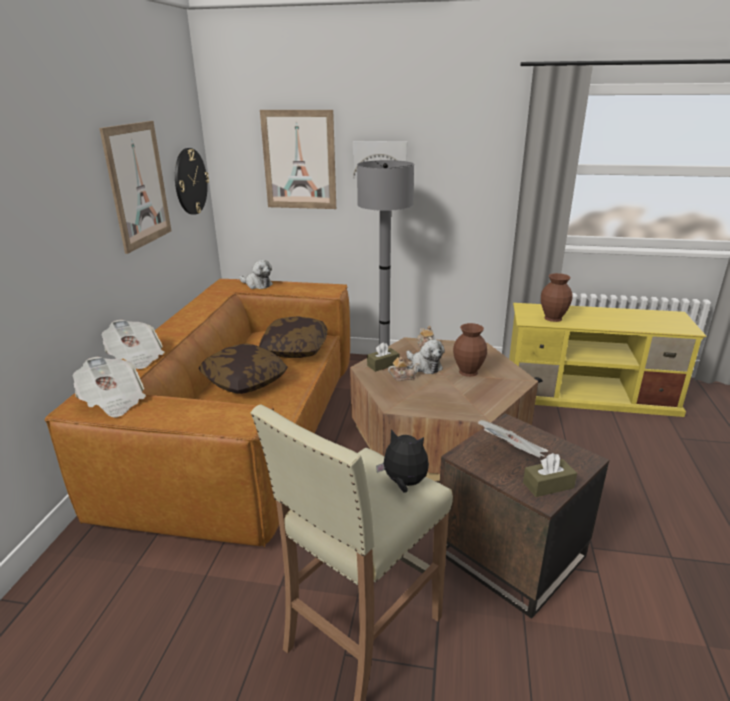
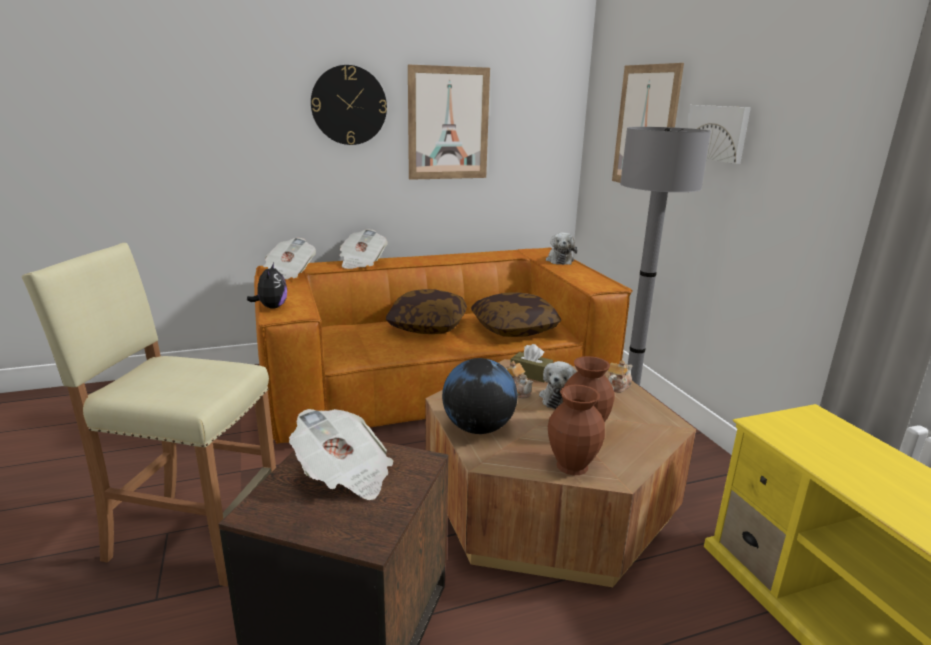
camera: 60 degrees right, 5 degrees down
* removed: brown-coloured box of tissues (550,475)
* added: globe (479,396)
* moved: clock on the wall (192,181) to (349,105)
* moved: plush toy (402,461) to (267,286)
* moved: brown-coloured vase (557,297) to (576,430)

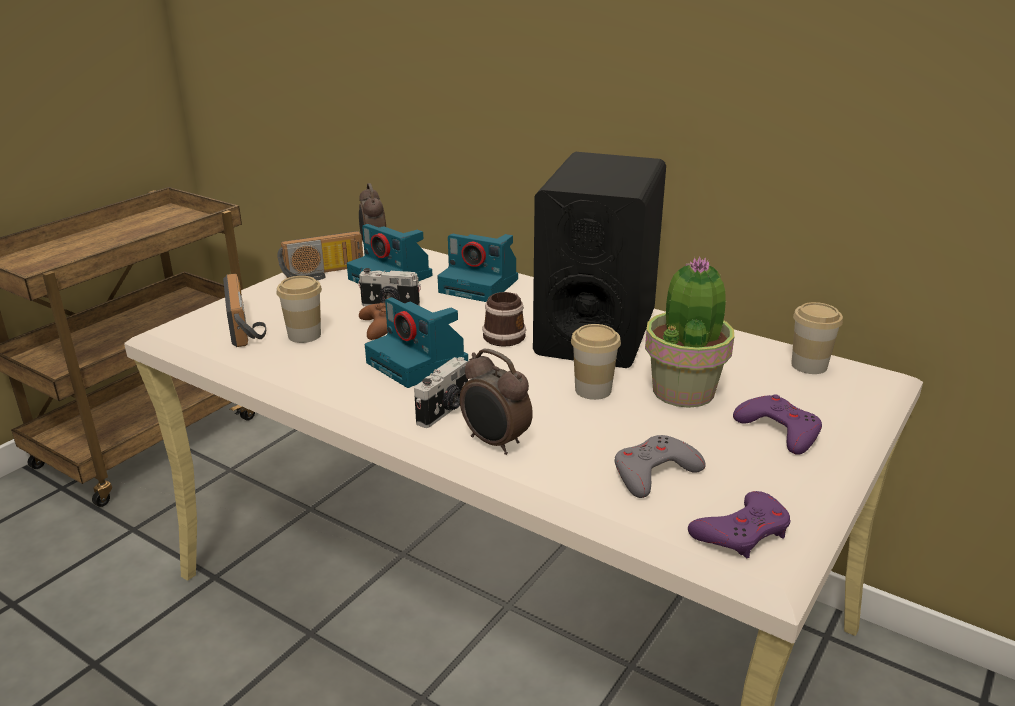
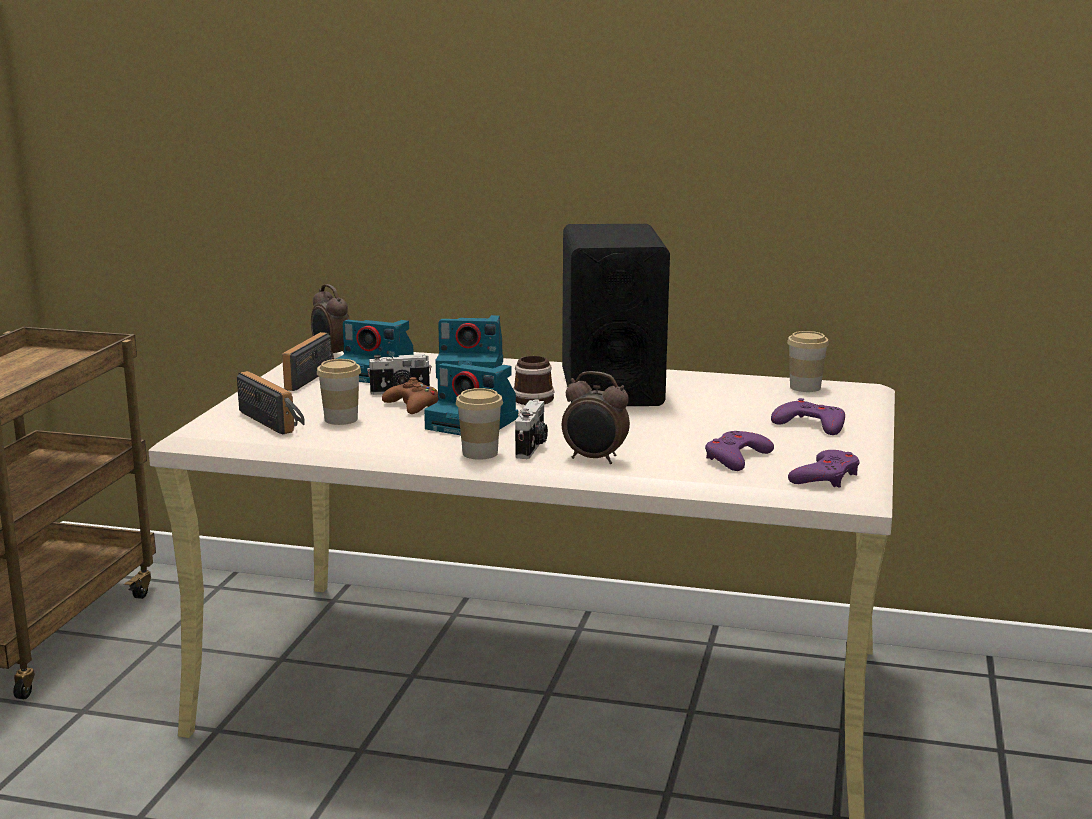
camera: 20 degrees left, 10 degrees down
* removed: potted plant (689,332)
* moved: small cup (596,362) to (479,424)
* recoloured: gray game controller (660,466) to purplish game controller (739,451)
* turned: radio receiver (320,255) = (307,361) 150 degrees clockwise

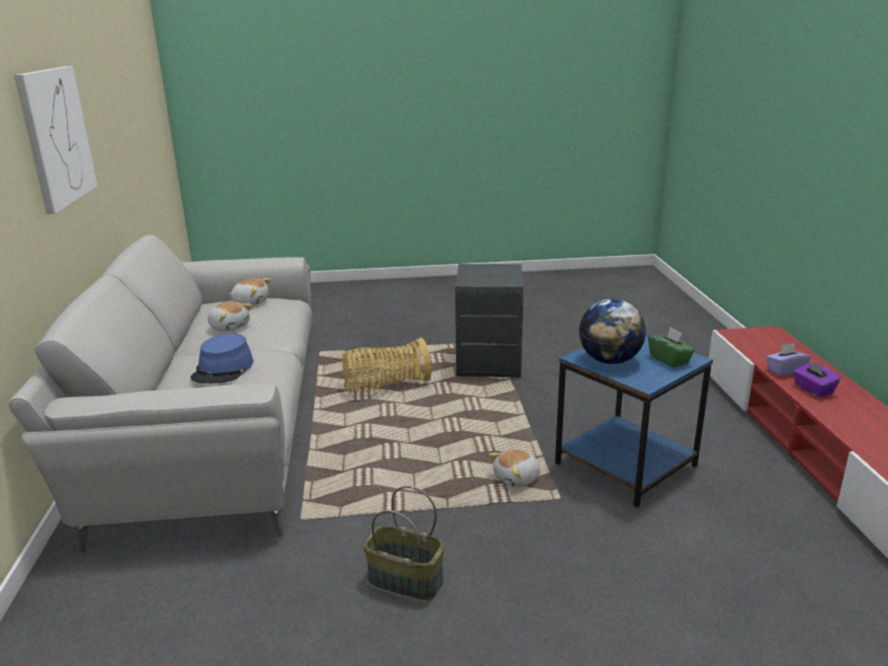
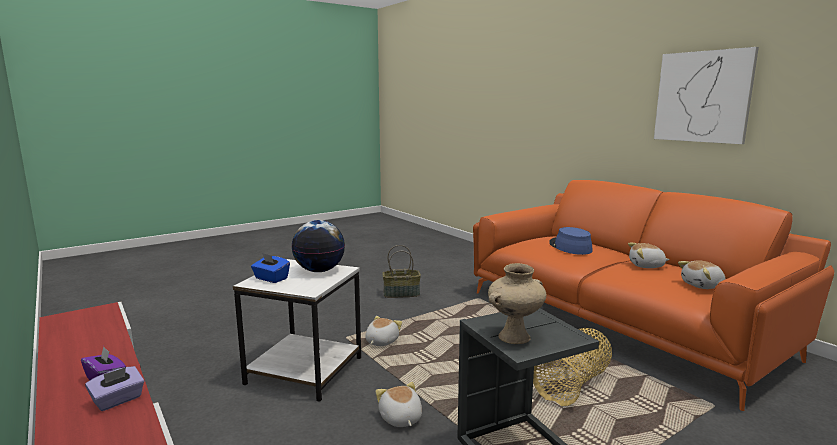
camera: 150 degrees right, 10 degrees down
* added: plush toy (398,404)
* added: beige-coloured vase (517,303)
* recoloured: gray couch (160,394) to orangey couch (653,295)
* recoloured: bluish accent table (634,421) to white-coloured accent table (297,330)
* recoloured: greenish box of tissues (671,347) to bluish box of tissues (270,268)

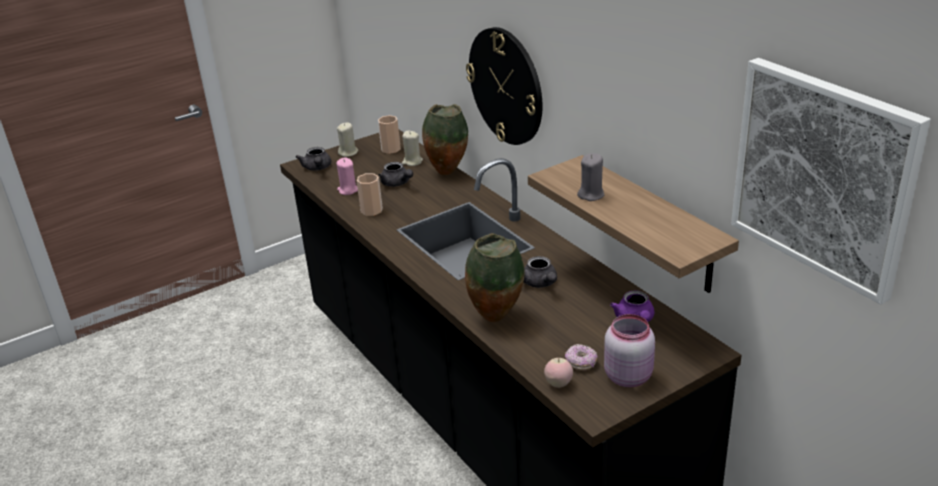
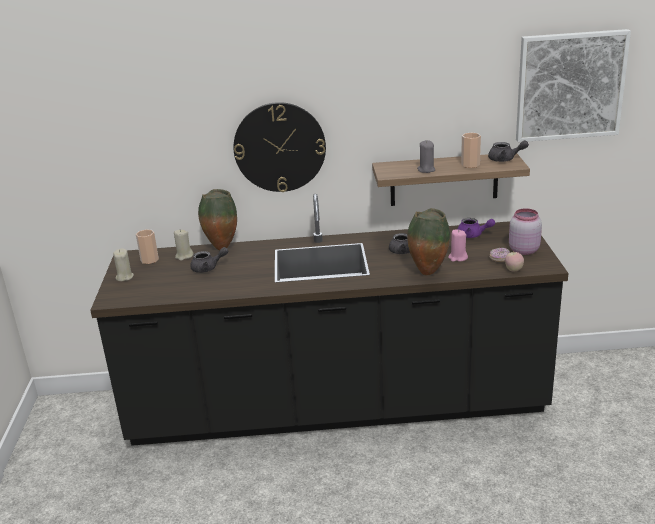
camera: 60 degrees left, 5 degrees down
* moved: gray pot for tea (313,159) to (508,151)
* moved: pink candle (347,176) to (458,245)
* moved: small cup (369,194) to (471,150)

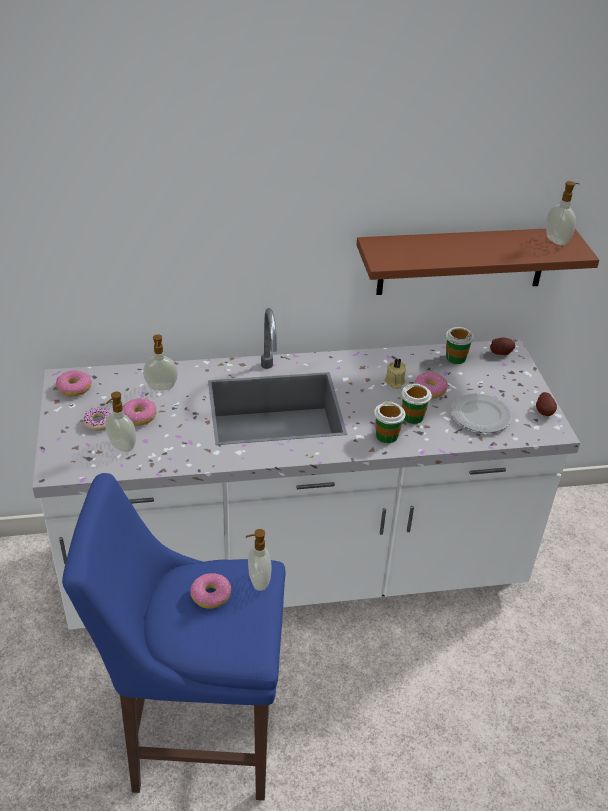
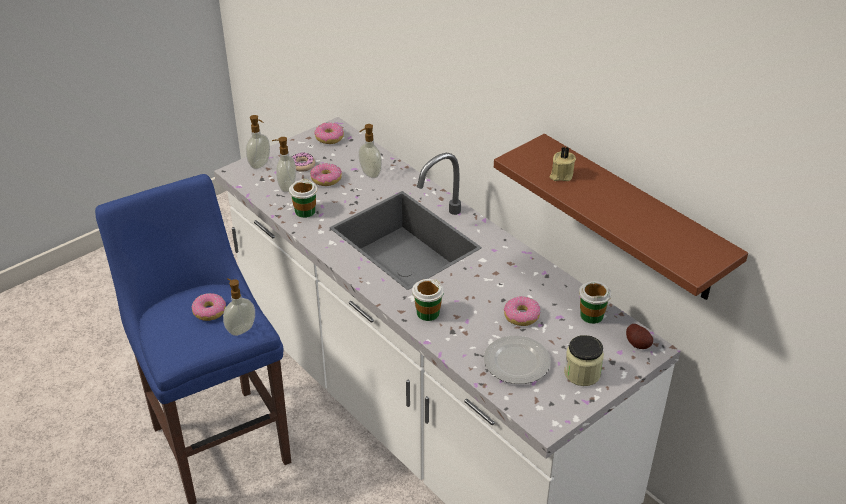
camera: 60 degrees right, 0 degrees up
* removed: whole potato (546,404)
* added: storage jar (584,360)
* moved: beige-coloured candle (395,373) to (563,164)
* moved: small cup (416,403) to (303,198)
* moved: liquid soap bottle (562,213) to (258,142)

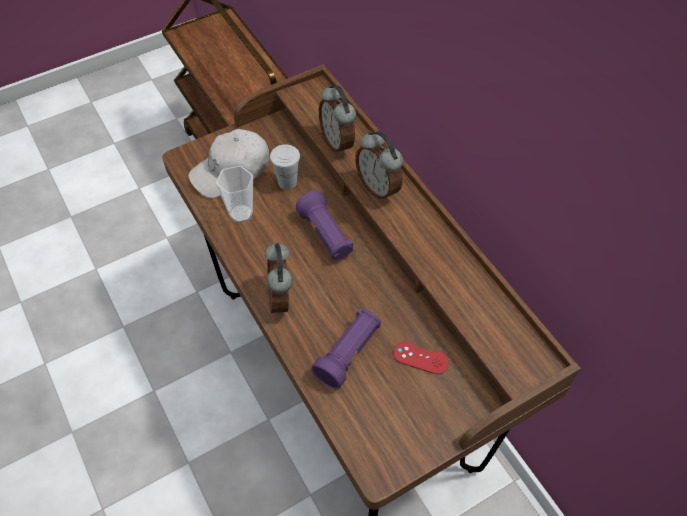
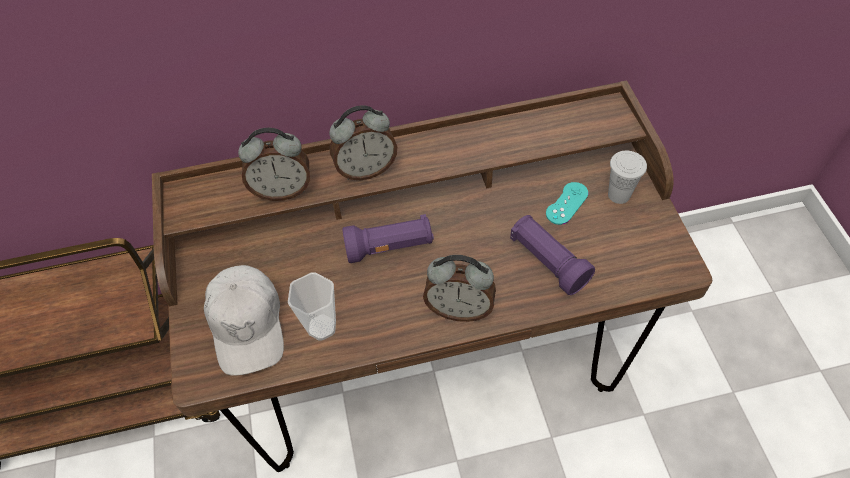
camera: 70 degrees left, 0 degrees up
* moved: white-coloured small cup (285,167) to (627,177)
* recoloured: red-coloured game controller (421,357) to turquoise-coloured game controller (567,203)

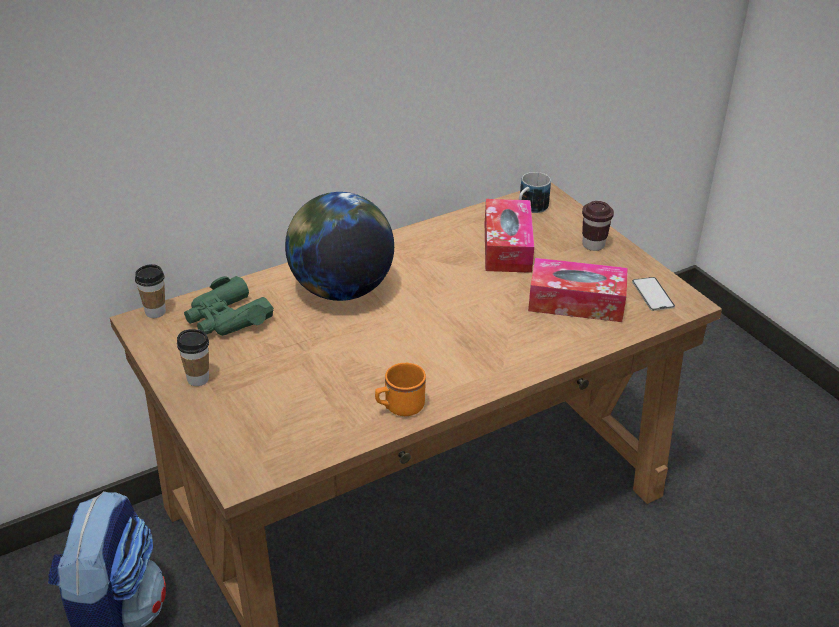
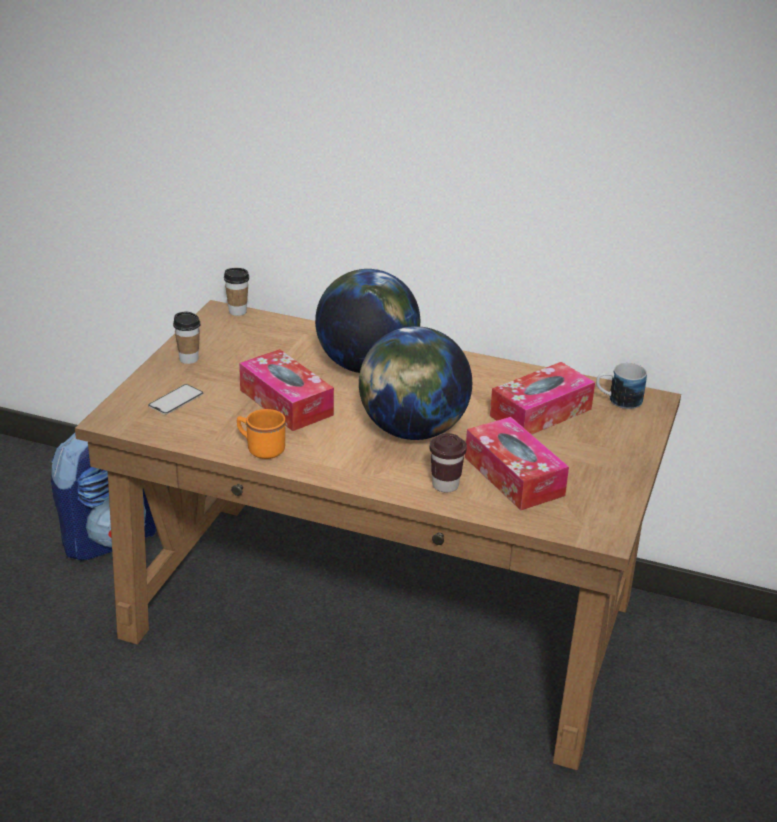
camera: 50 degrees right, 5 degrees down
* removed: greenish field glasses (229,306)
* added: box of tissues (286,390)
* added: globe (415,383)
* moved: brown-coloured small cup (598,226) to (448,462)
* moved: phone (653,294) to (175,399)

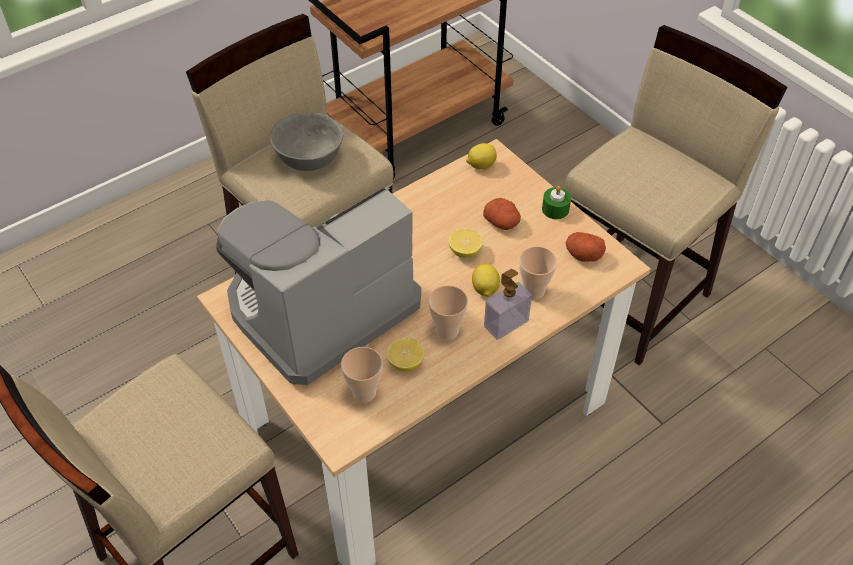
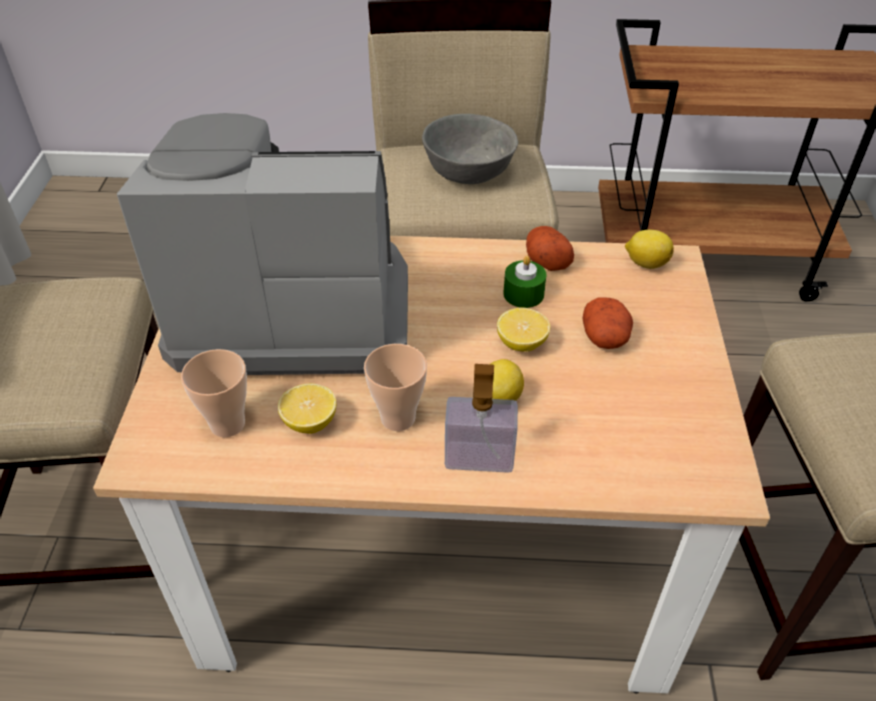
camera: 40 degrees right, 5 degrees down
* removed: small cup (538,273)
* moved: greenish candle (556,202) to (524,282)
* moved: whole potato (586,247) to (550,248)

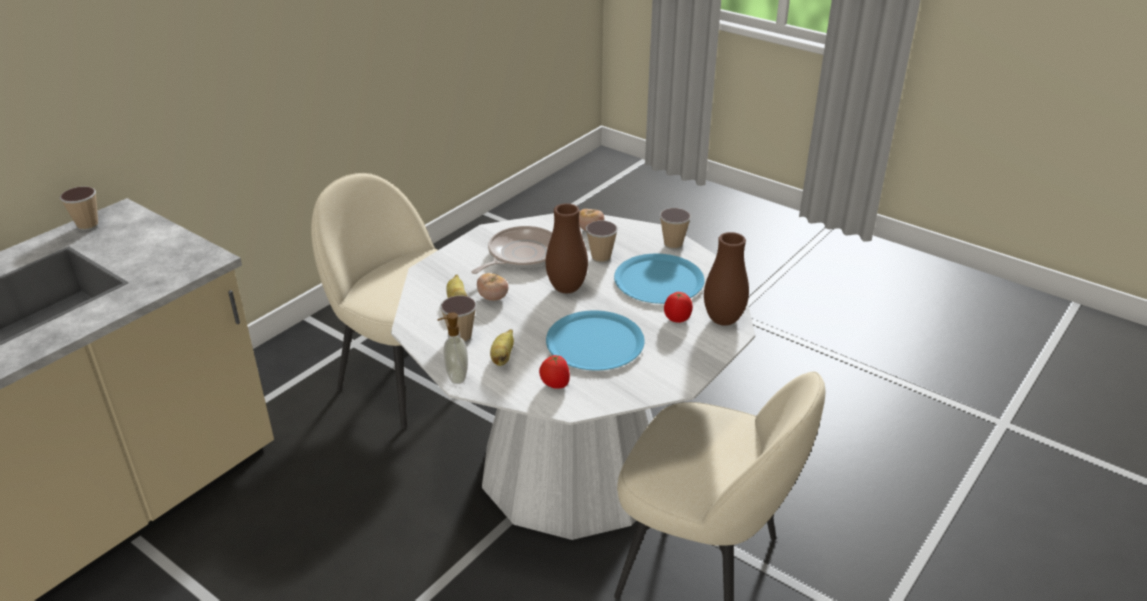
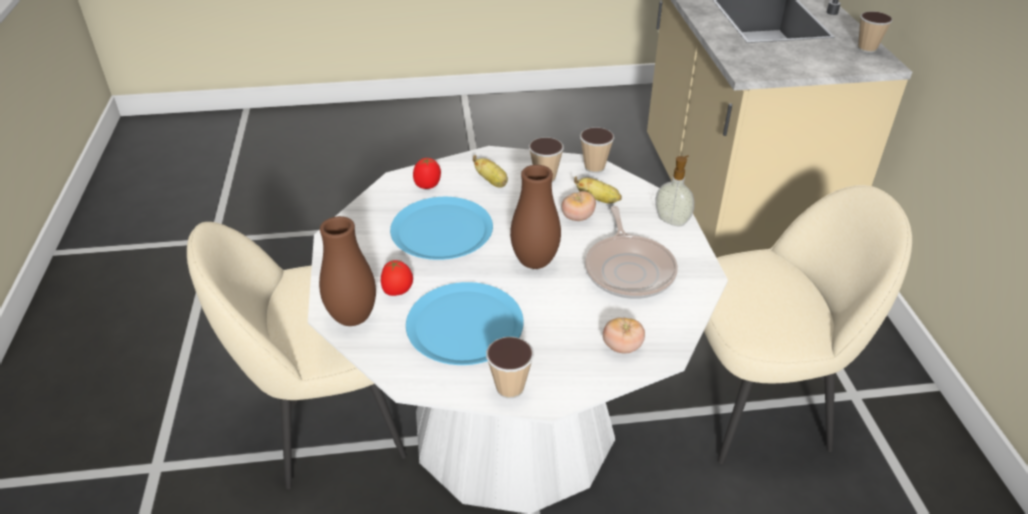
camera: 135 degrees right, 5 degrees up
* moved: liquid soap bottle (452,348) to (674,190)
* moved: small cup (602,242) to (597,150)

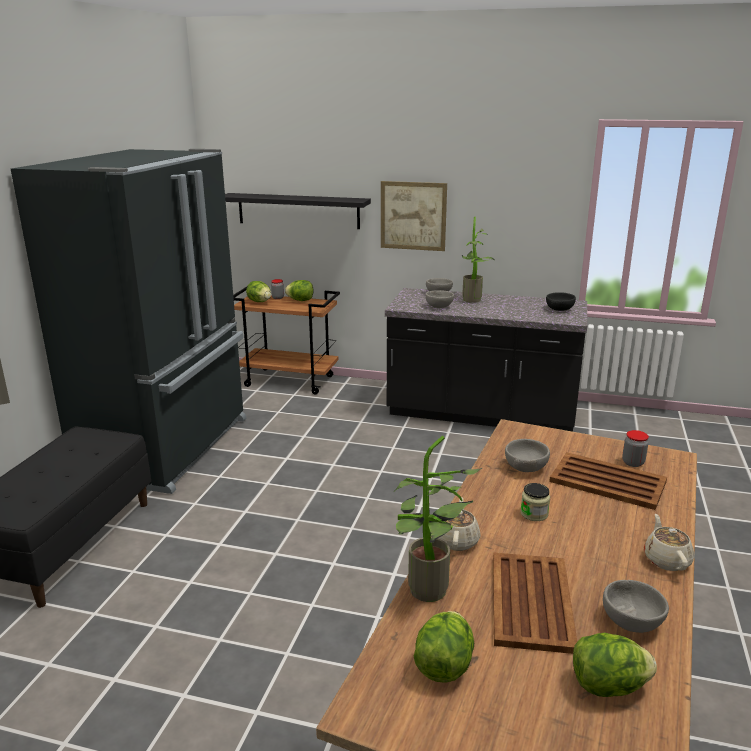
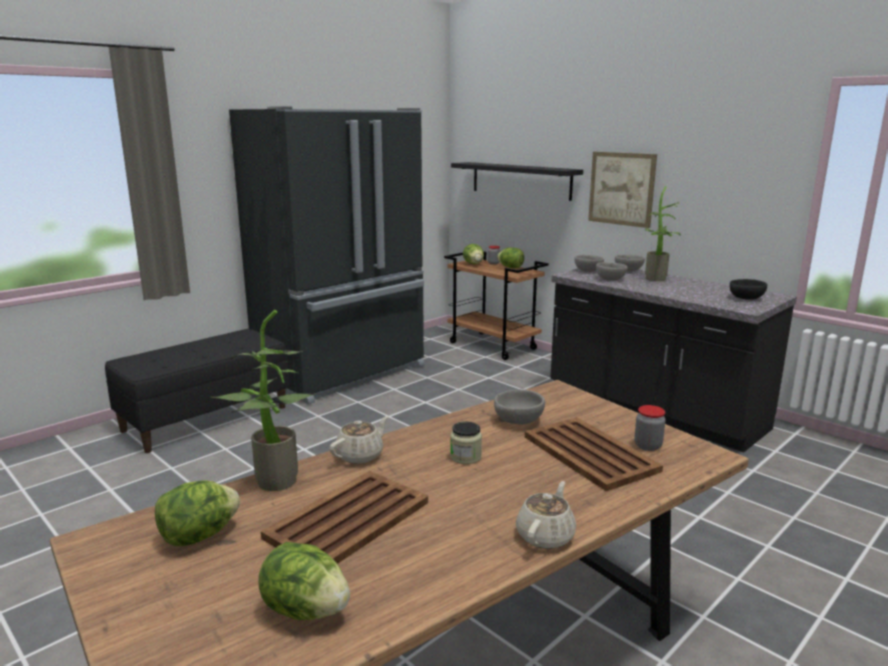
camera: 30 degrees right, 5 degrees down
* moved: gray serving bowl (636,606) to (589,263)

